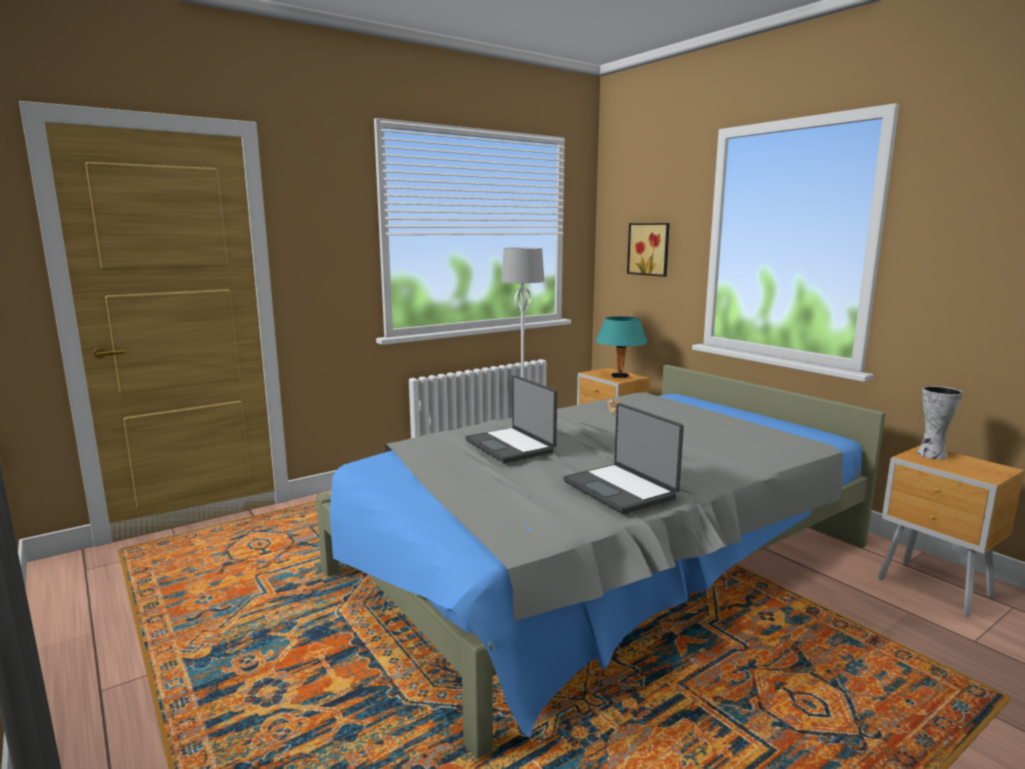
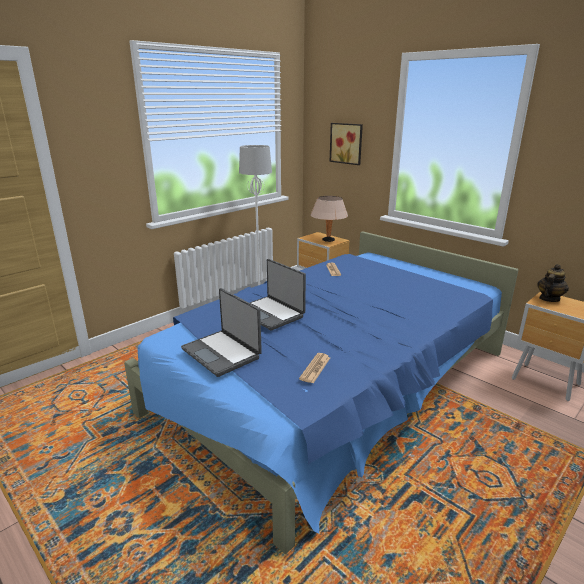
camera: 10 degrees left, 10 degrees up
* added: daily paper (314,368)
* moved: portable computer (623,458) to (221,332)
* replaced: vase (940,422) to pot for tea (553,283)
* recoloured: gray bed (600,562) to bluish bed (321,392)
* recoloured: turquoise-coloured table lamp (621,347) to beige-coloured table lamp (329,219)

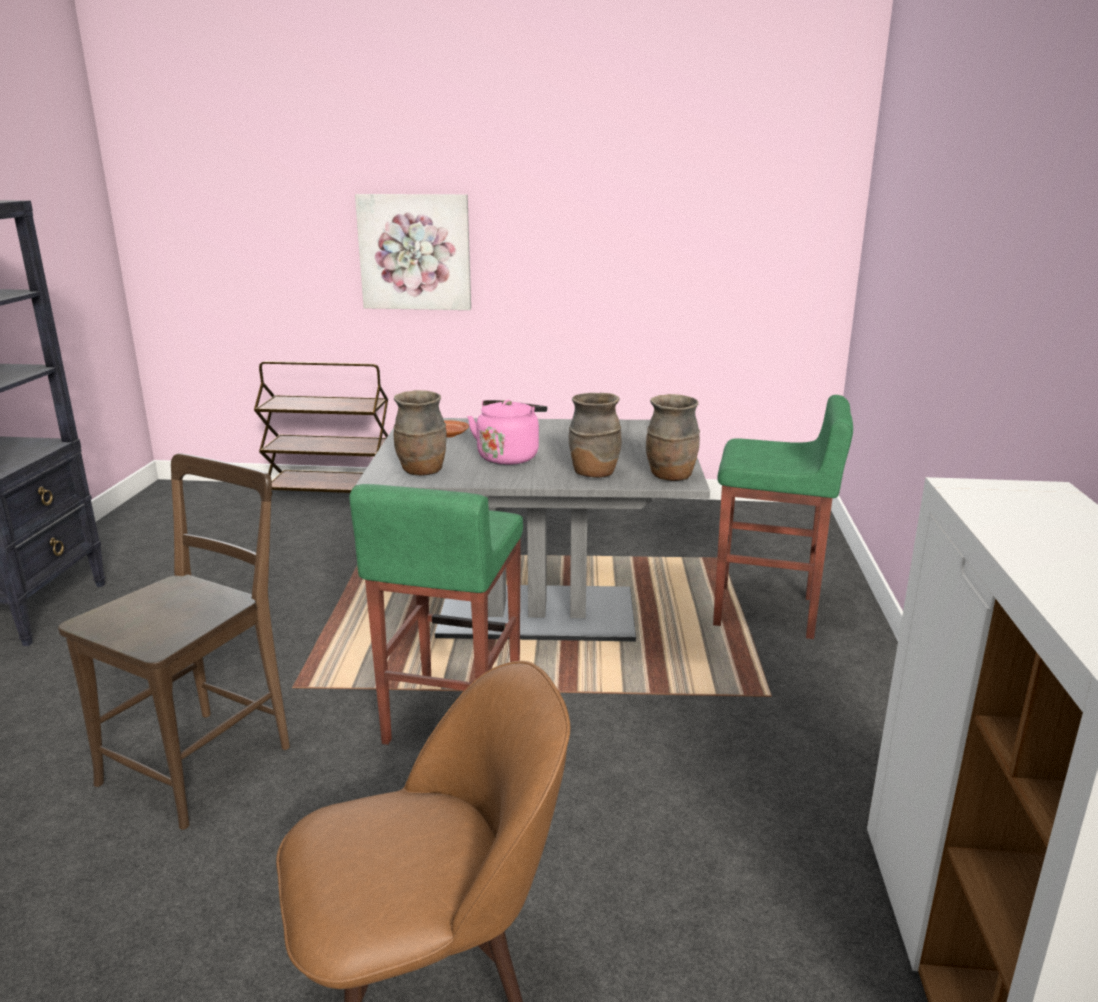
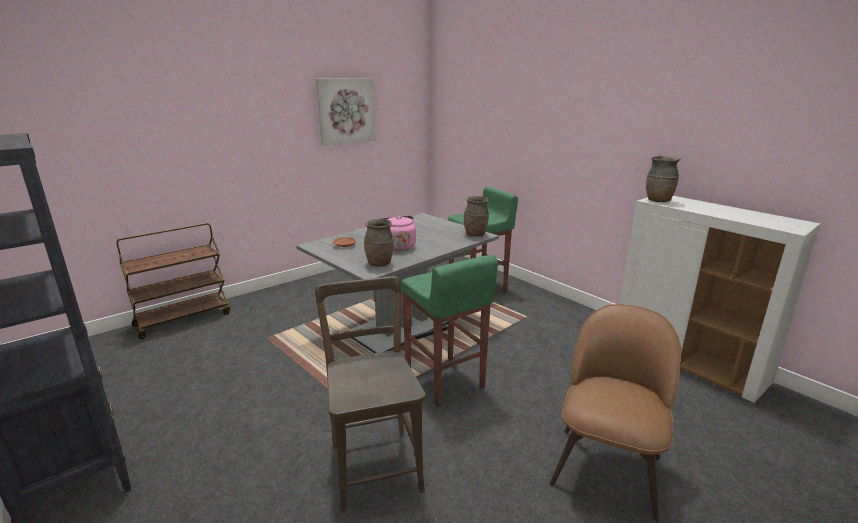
camera: 45 degrees left, 0 degrees up
* moved: wall picture (413,252) to (346,112)
* moved: brown-coloured vase (595,435) to (663,179)

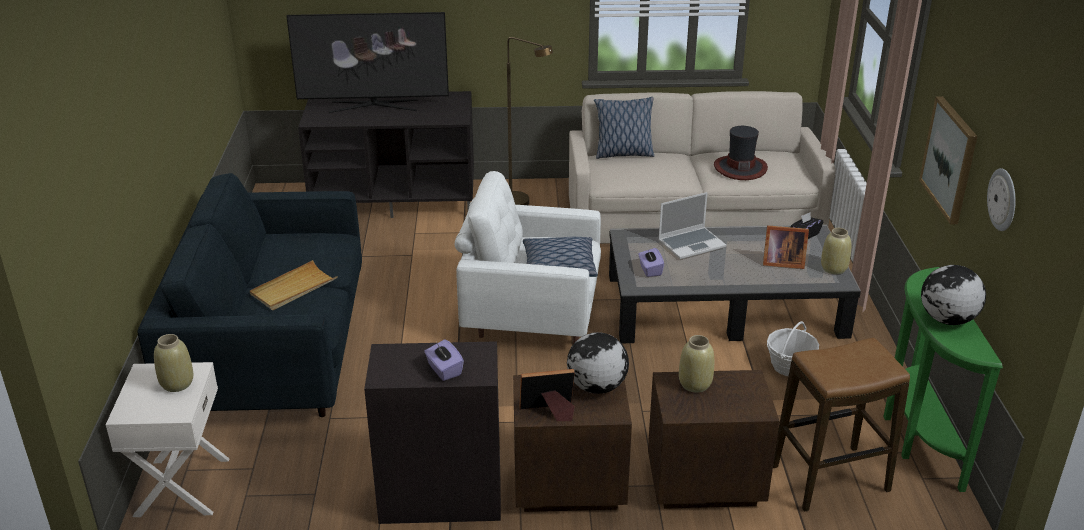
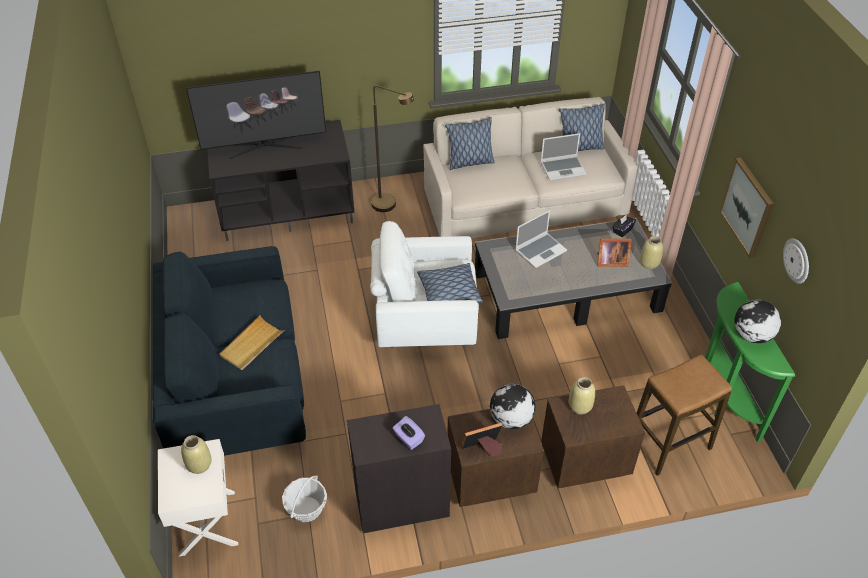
camera: 10 degrees left, 15 degrees up
* removed: purplish box of tissues (651,262)
* added: throw pillow (582,127)
* moved: storage basket (793,348) to (304,498)
* replaced: clothing hat (741,153) to portable computer (563,157)

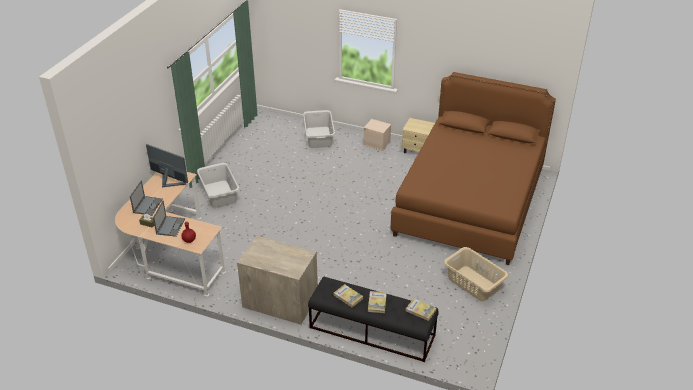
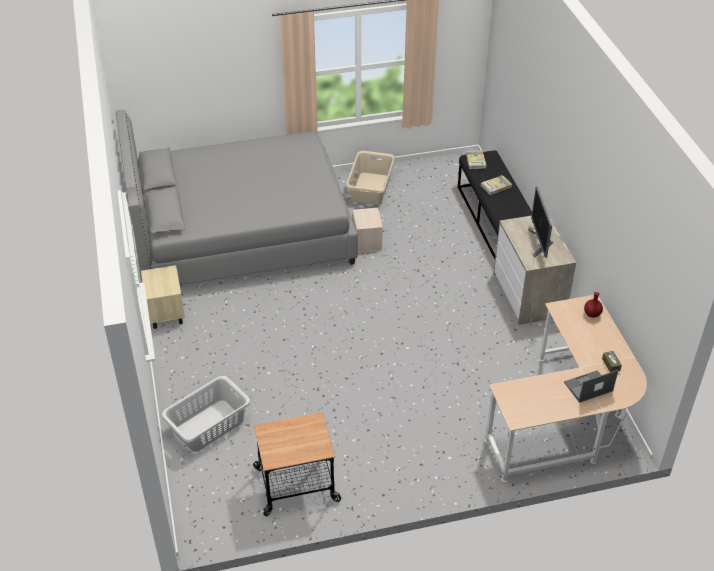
camera: 125 degrees left, 5 degrees up
* removed: portable computer (169,219)
* removed: gray laundry basket (218,185)
* removed: volume (348,296)
* added: wheeled cart (297,464)
* moved: monitor (167,165) to (540,222)
* moved: beige-coloured storage container (377,135) to (368,230)
* recoloured: brown-coloured bed (473,168) to gray bed (237,197)

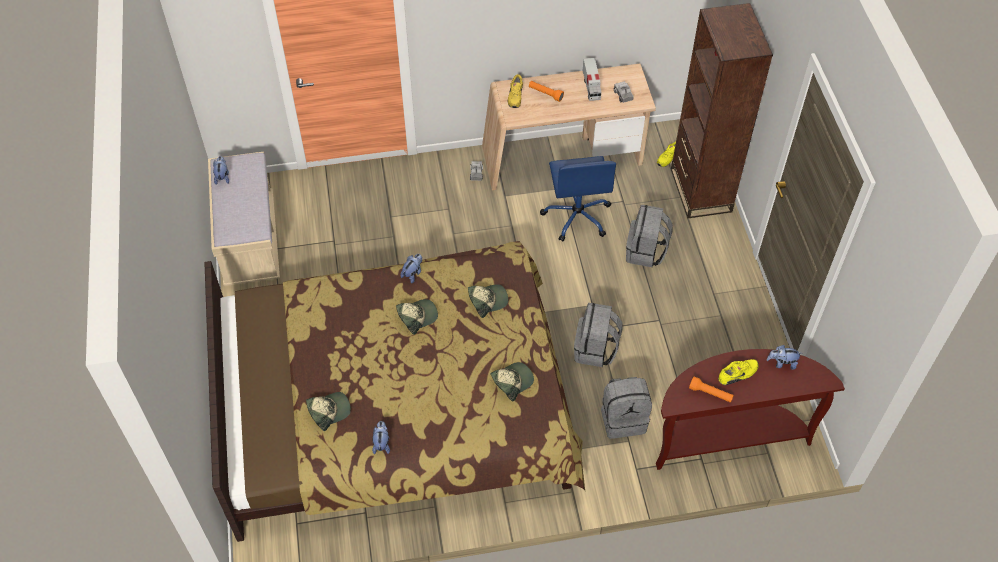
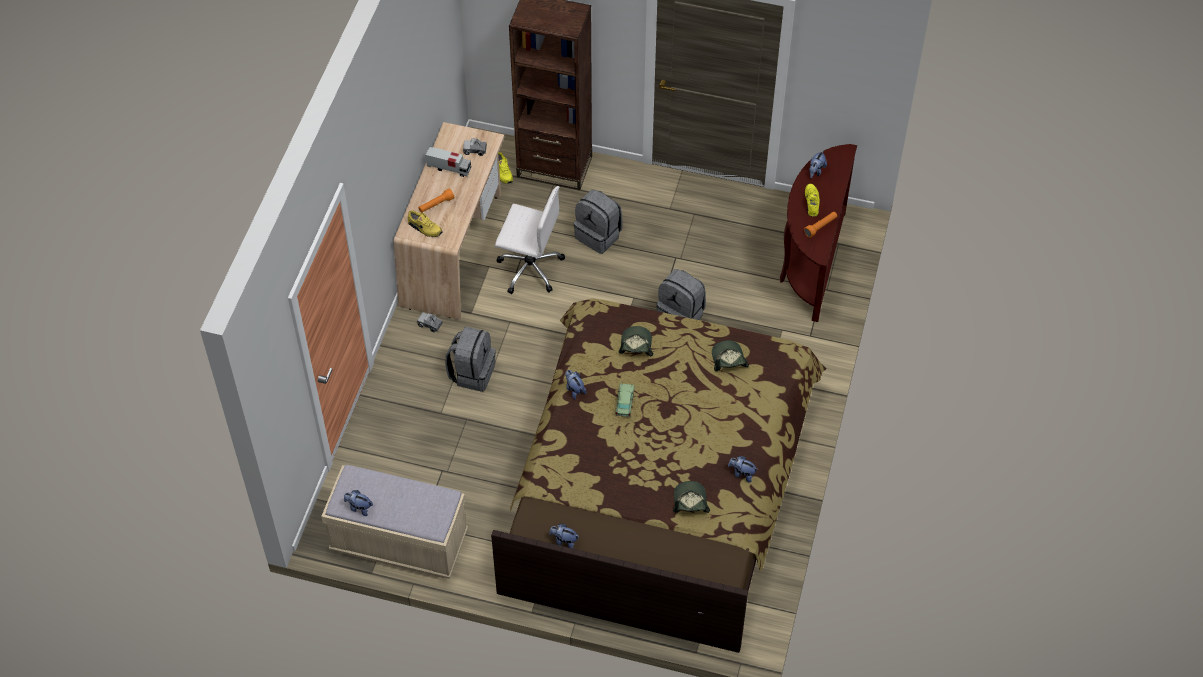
camera: 65 degrees left, 0 degrees up
* added: plush toy (564,536)
* moved: gray backpack (626,407) to (470,359)
* replaced: cap (417,317) to toy car (625,400)
* recoloured: bluish computer chair (578,199) to white-coloured computer chair (530,240)

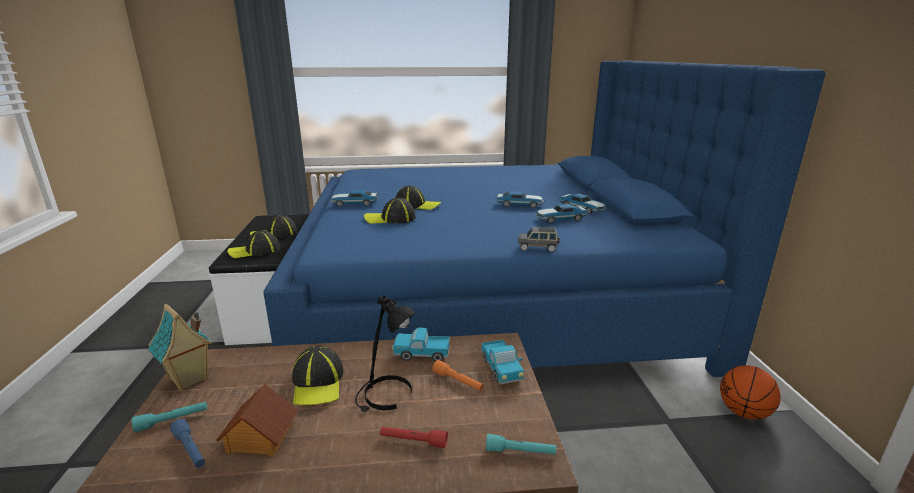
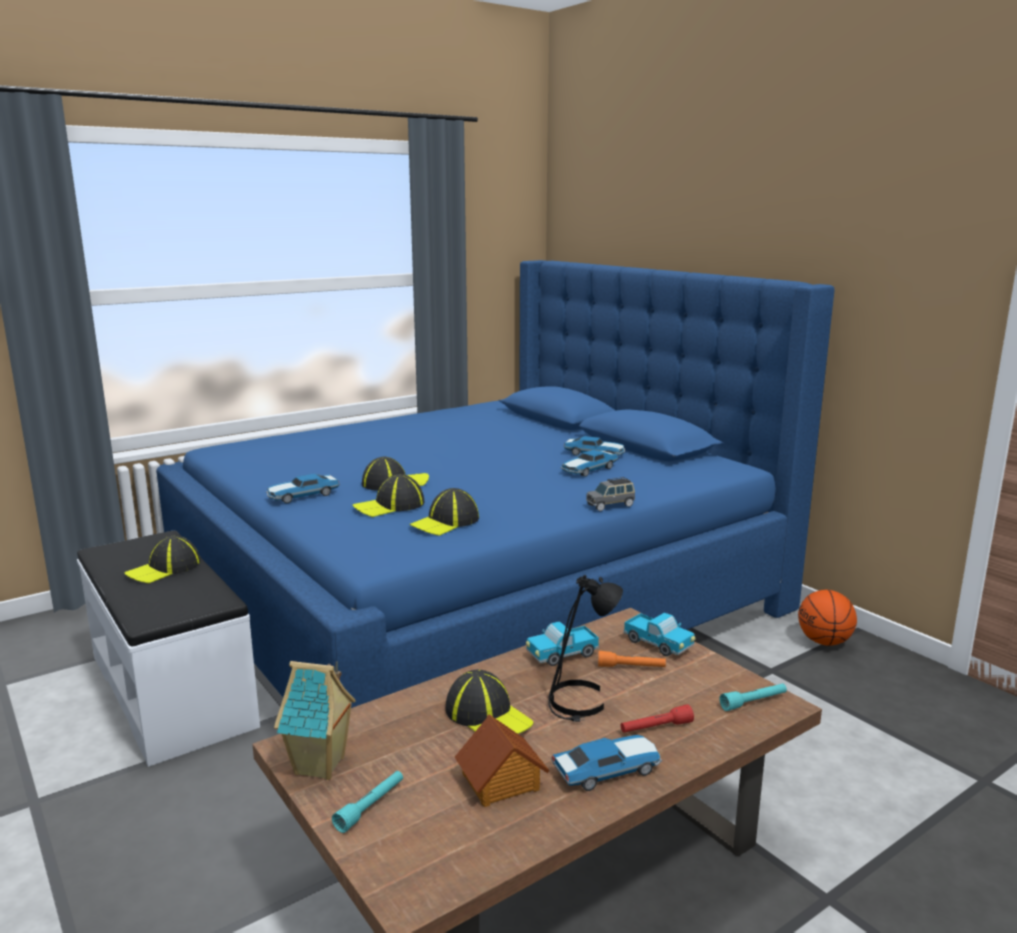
camera: 30 degrees left, 5 degrees down
* removed: bluish flashlight (187,443)
* moved: cap (253,244) to (444,512)
* moved: toy car (520,199) to (606,763)

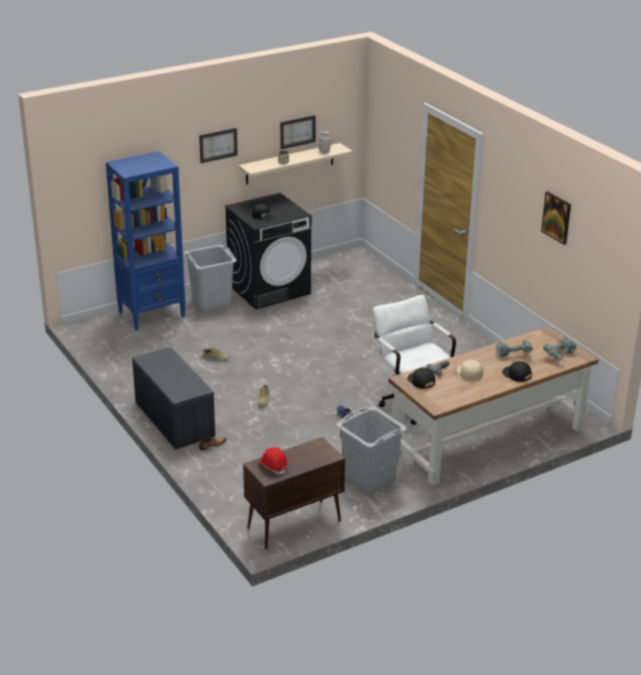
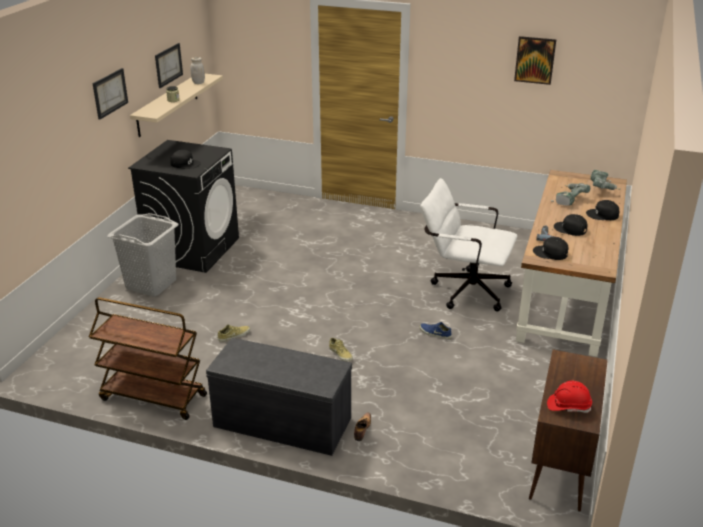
camera: 40 degrees left, 0 degrees up
* removed: bluish bookshelf (145,240)
* removed: gray laundry basket (371,450)
* added: brown-coloured wheeled cart (148,358)
* recoloured: beige-coloured cap (470,370) to blackish cap (571,225)

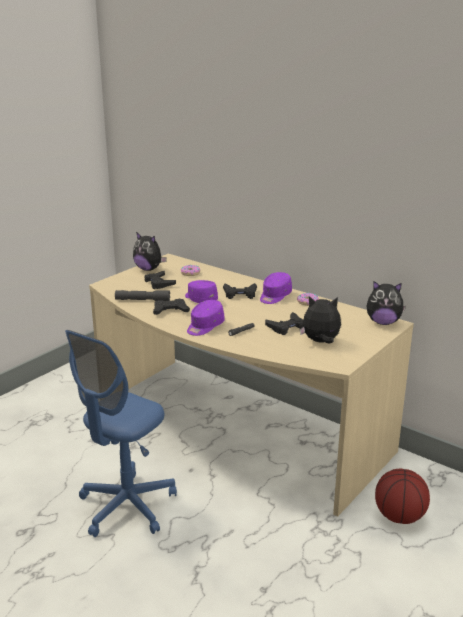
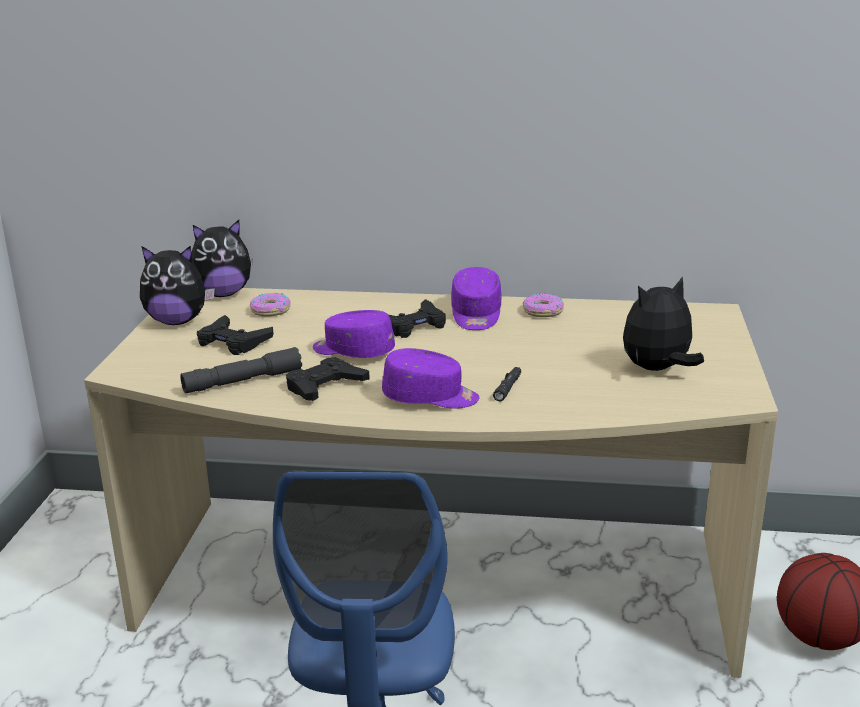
camera: 30 degrees left, 0 degrees up
* removed: blackish game controller (284,323)
* moved: plush toy (386,303) to (222,258)
* turned: purplish cap (206,318) = (430,378) 90 degrees counterclockwise

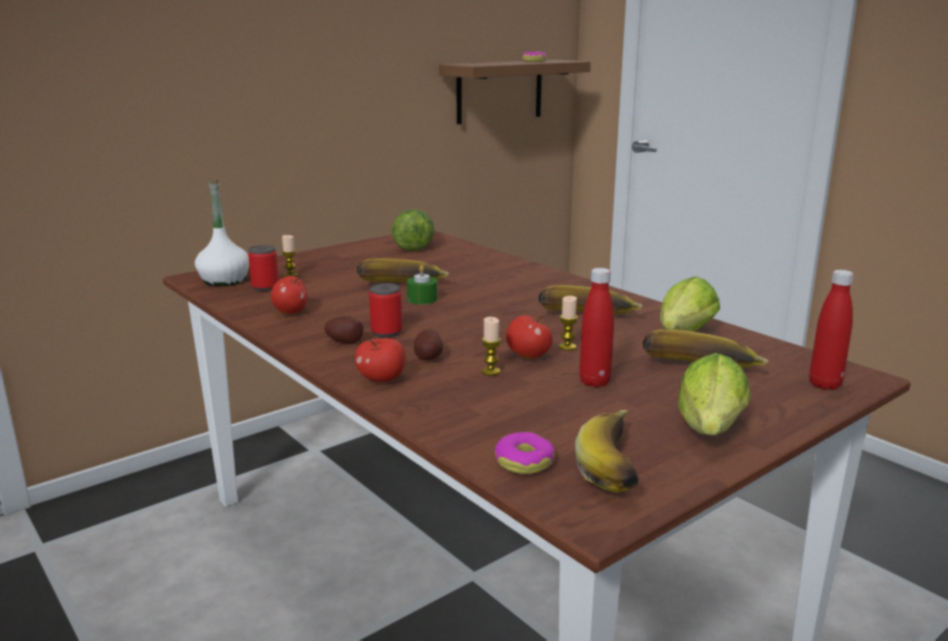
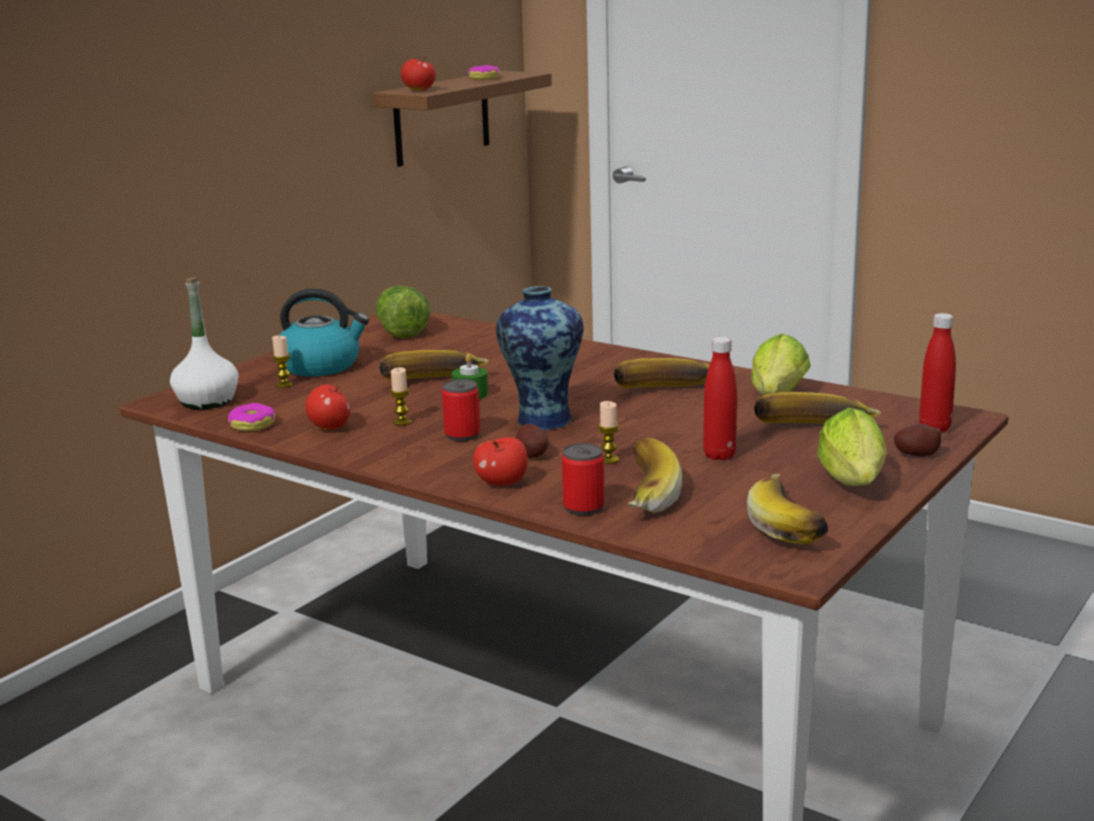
camera: 15 degrees left, 0 degrees up
* added: tea kettle (324,332)
* added: vase (539,358)
* added: whole banana (655,475)
* moved: can (263,268) to (583,479)
* moved: whole potato (344,329) to (917,440)
* moved: doughnut (524,453) to (251,417)
* moved: apple fruit (529,337) to (418,73)
* moved: candle (568,323) to (400,396)

